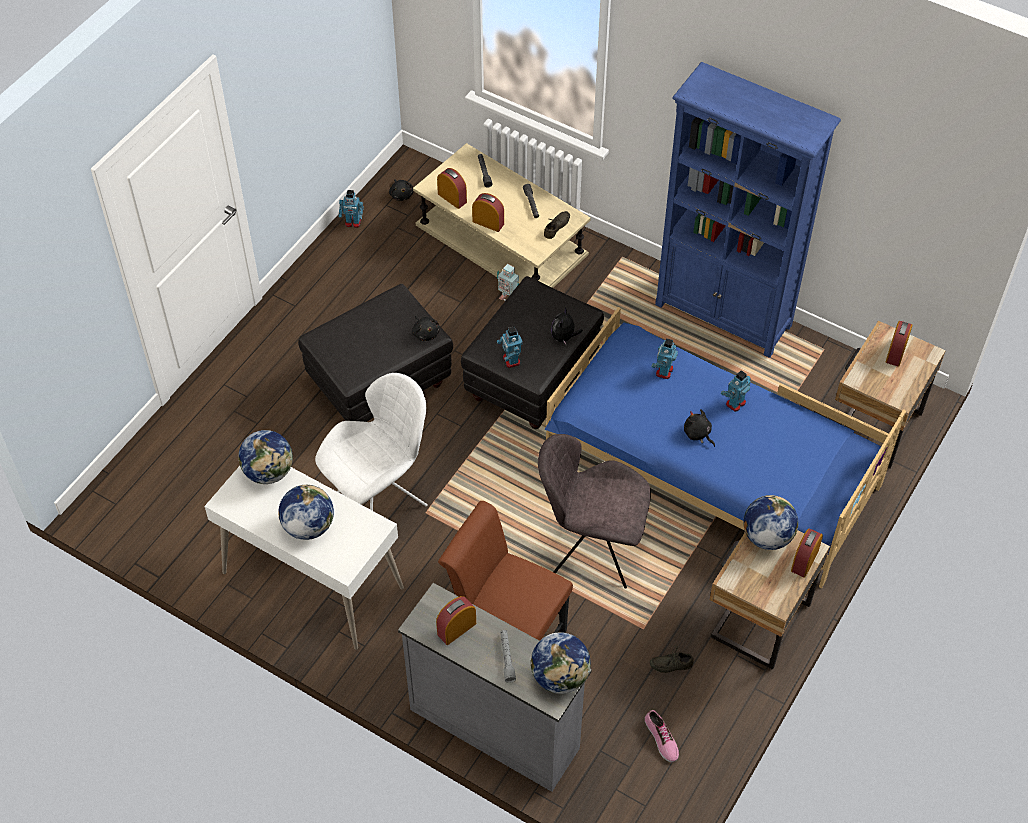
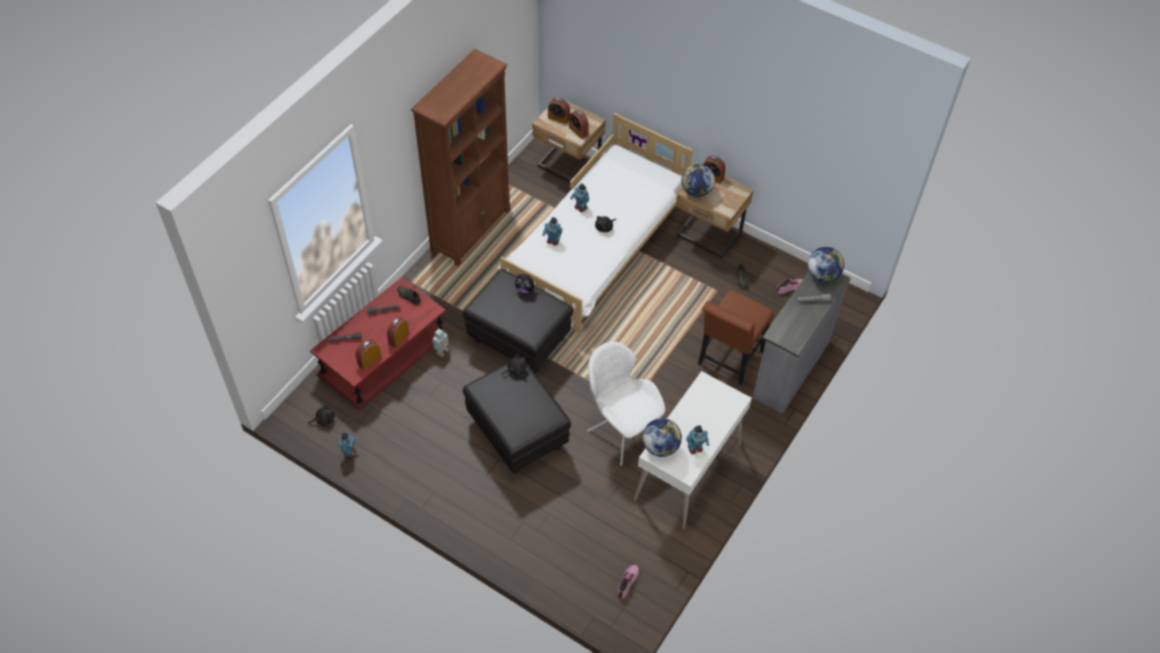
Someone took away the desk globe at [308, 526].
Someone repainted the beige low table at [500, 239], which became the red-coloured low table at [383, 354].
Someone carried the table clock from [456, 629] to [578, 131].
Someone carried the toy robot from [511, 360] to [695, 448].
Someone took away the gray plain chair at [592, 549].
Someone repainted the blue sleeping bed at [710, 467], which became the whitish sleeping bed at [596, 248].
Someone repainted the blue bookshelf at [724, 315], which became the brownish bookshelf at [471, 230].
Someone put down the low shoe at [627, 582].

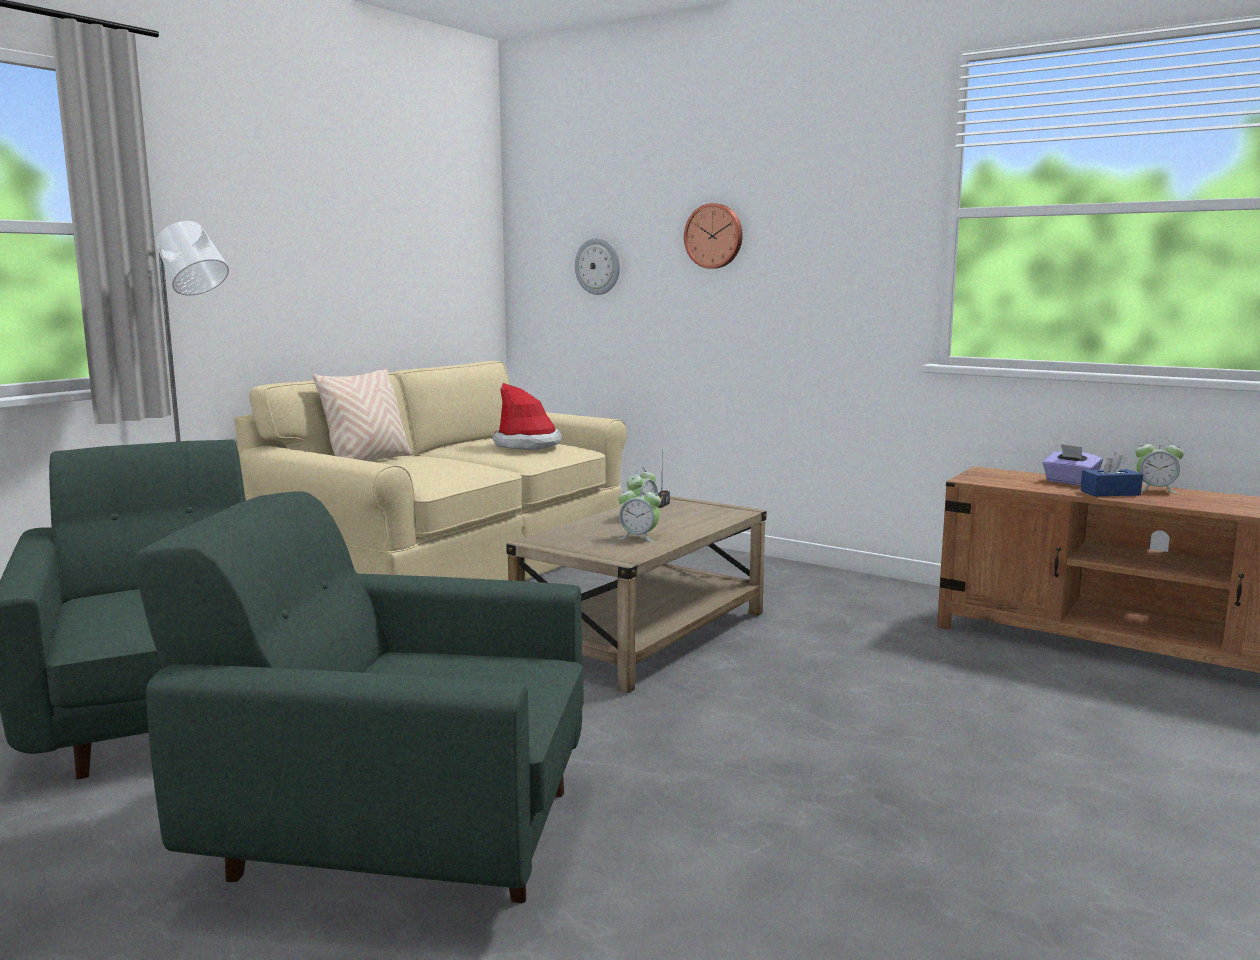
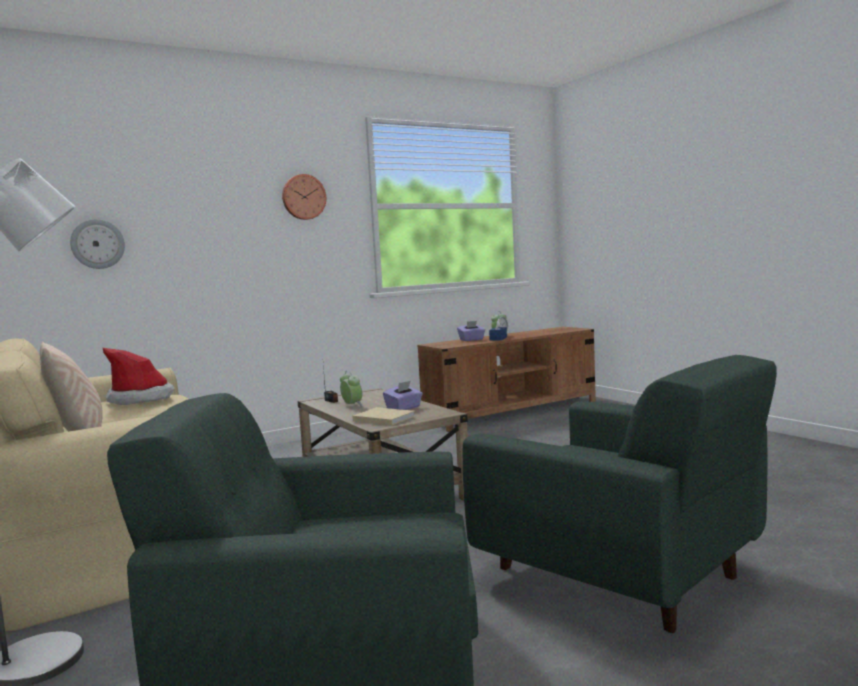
Someone rotated the green-coloured armchair at [395, 831] by 75 degrees counterclockwise.
Someone swapped the table clock at [639, 537] for the purplish box of tissues at [404, 408].
Someone carried the wall clock from [714, 236] to [303, 197].
Someone put down the beige book at [382, 418].

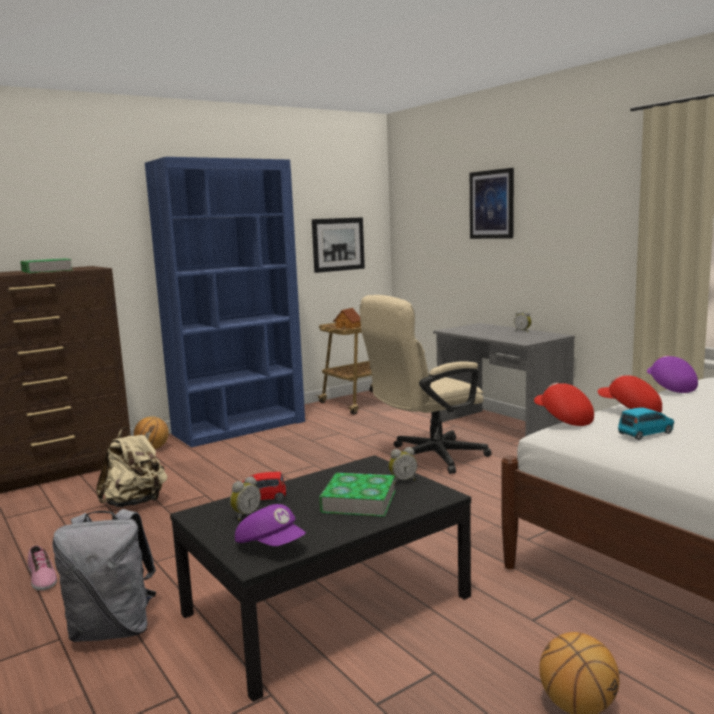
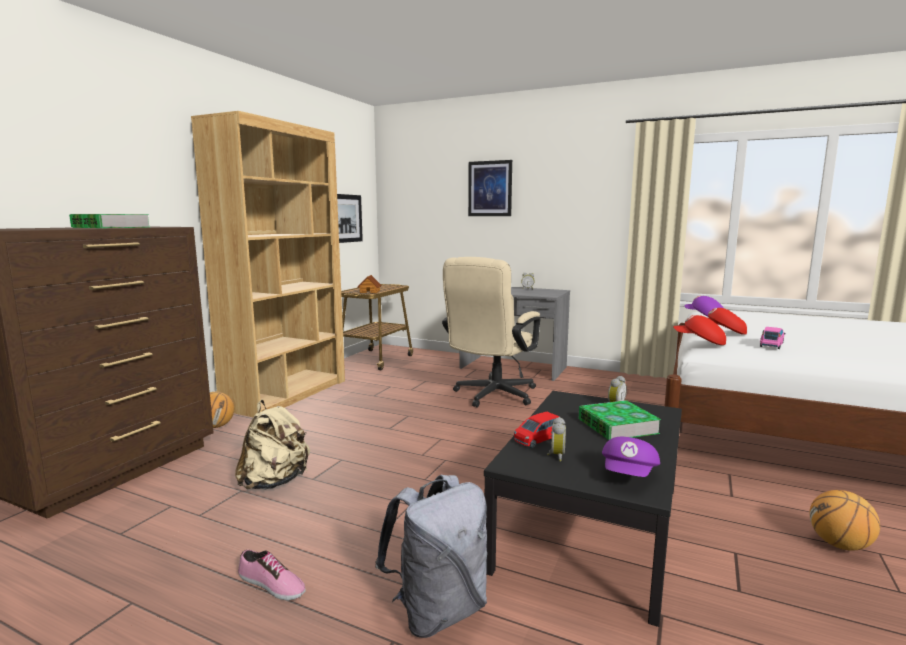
Someone repainted the blue bookshelf at [240, 427], which became the brownish bookshelf at [287, 394].
Someone rotated the purplish peaked cap at [271, 545] by 105 degrees clockwise.
Someone repainted the blue model car at [645, 433], which became the pinkish model car at [771, 345].

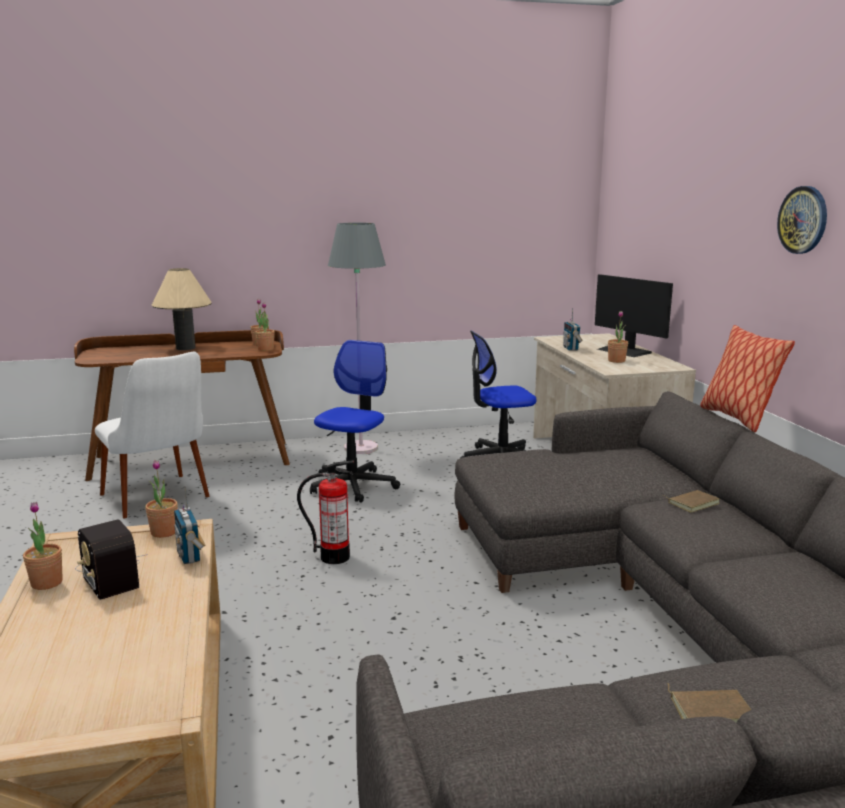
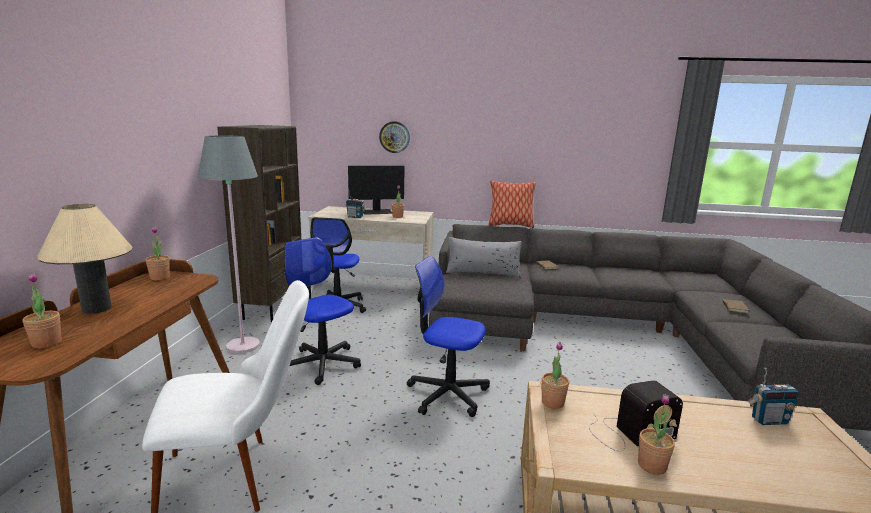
Someone carried the radio from [190, 556] to [768, 420].
Someone carried the potted plant from [266, 349] to [46, 343].
Someone swapped the fire extinguisher at [334, 557] for the office chair at [447, 394].
Someone carried the wall clock from [803, 220] to [394, 137].
Someone put down the brownish bookshelf at [271, 308].
Someone put down the gray cushion at [482, 272].

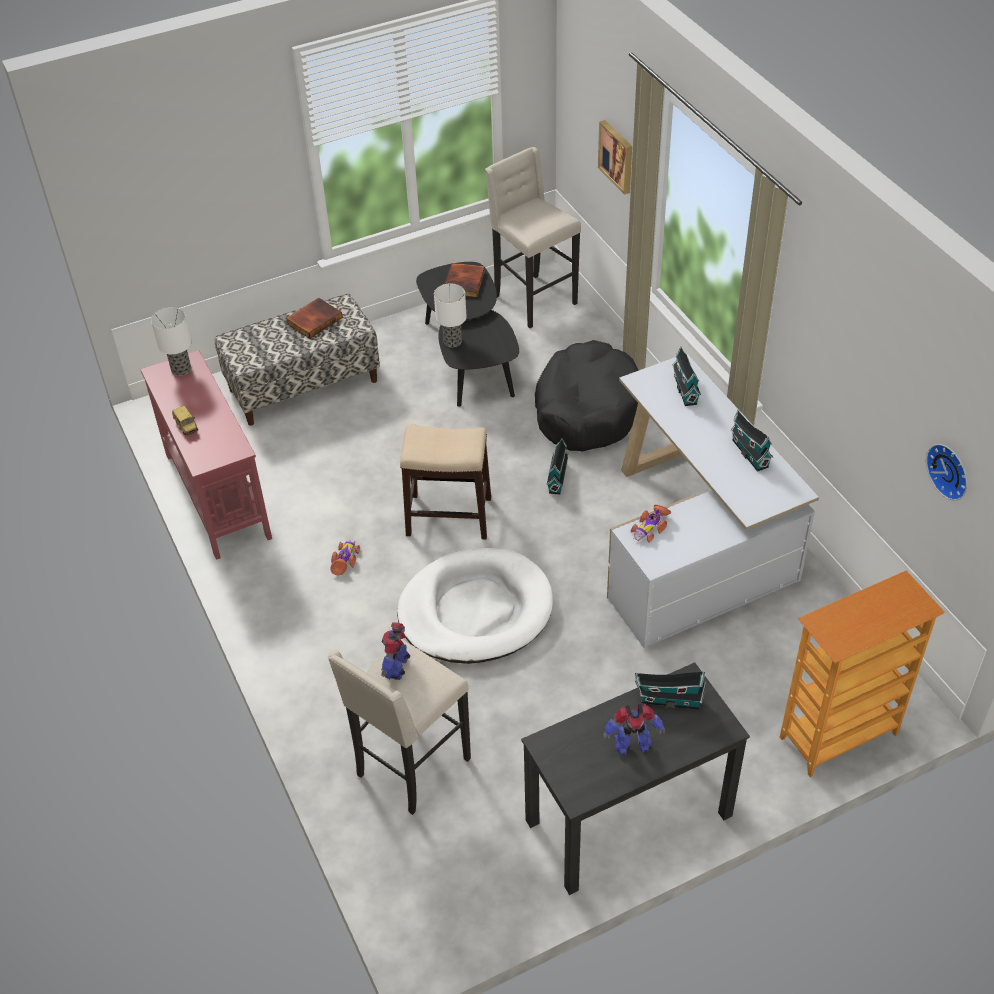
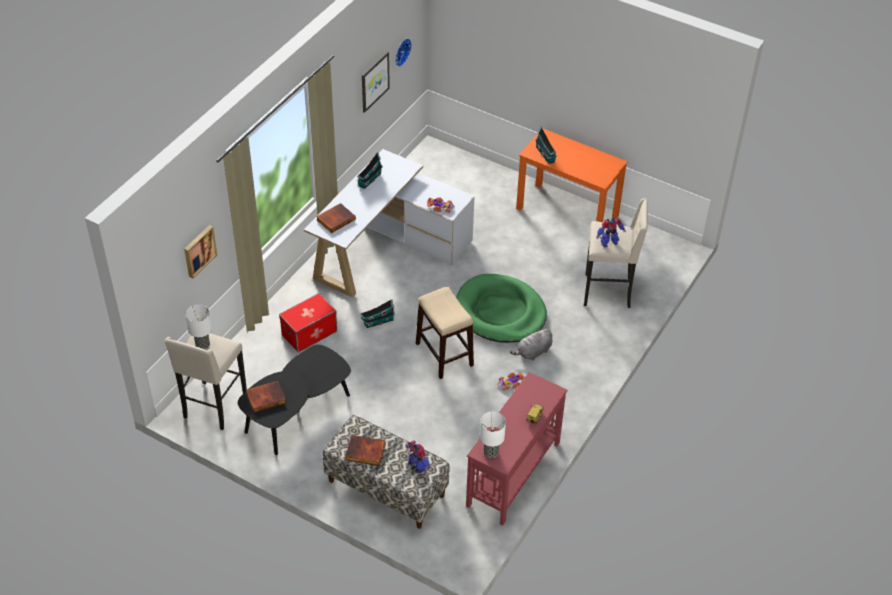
Someone repainted the whitish pet bed at [475, 611], which became the green-coloured pet bed at [500, 312].
Someone carried the tabletop lamp from [452, 342] to [203, 344].
Someone repainted the black desk table at [628, 818], which became the orange desk table at [567, 212].
Someone swapped the black pet bed at [587, 409] for the storage box at [309, 332].
Someone carried the toy robot from [631, 745] to [417, 467].
Someone swapped the miniature house at [685, 388] for the book at [335, 219].
Someone took away the bookshelf at [839, 737].
Someone put up the picture at [374, 81].
Someone put down the gray cuddly toy at [533, 352].

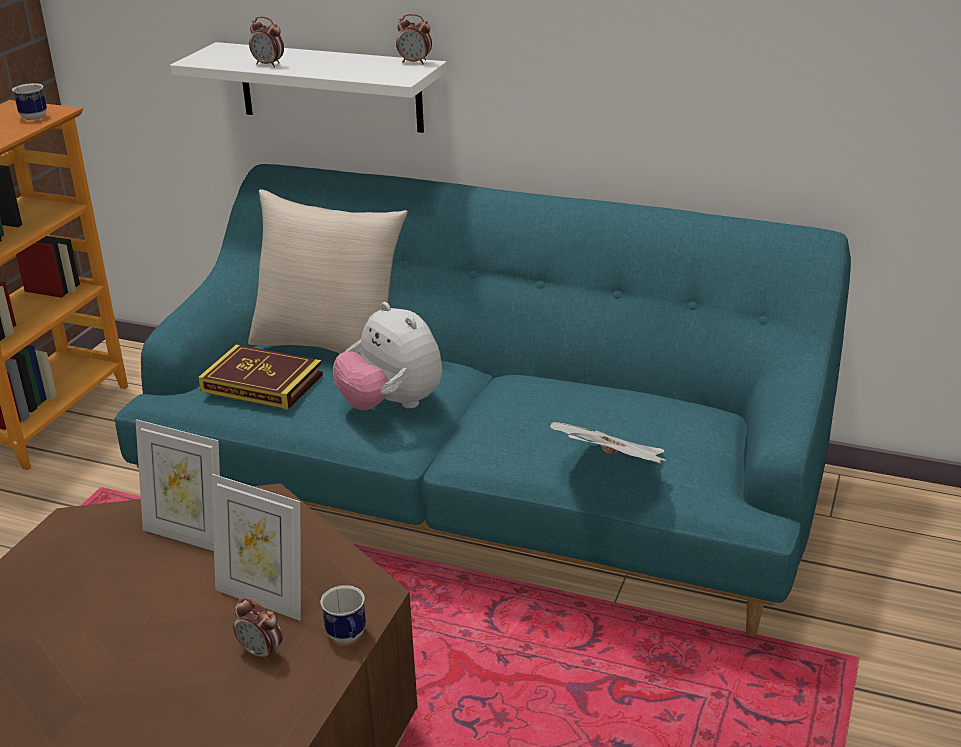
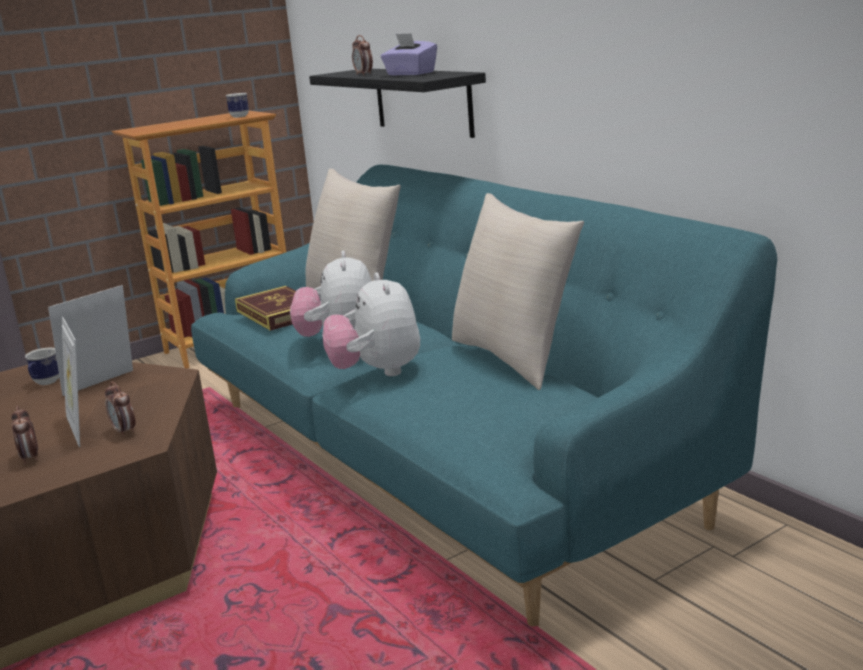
Someone rotated the standing frame at [188, 535] by 75 degrees clockwise.
Someone repainted the whitish bracket shelf at [330, 87], which became the black bracket shelf at [422, 101].
Someone carried the tea mug from [348, 638] to [45, 383].
Someone carried the table clock from [415, 62] to [124, 431].
Someone took away the newspaper at [612, 469].
Someone put down the cuddly toy at [377, 372].
Someone put down the purplish box of tissues at [410, 74].
Someone put down the beige cushion at [515, 357].

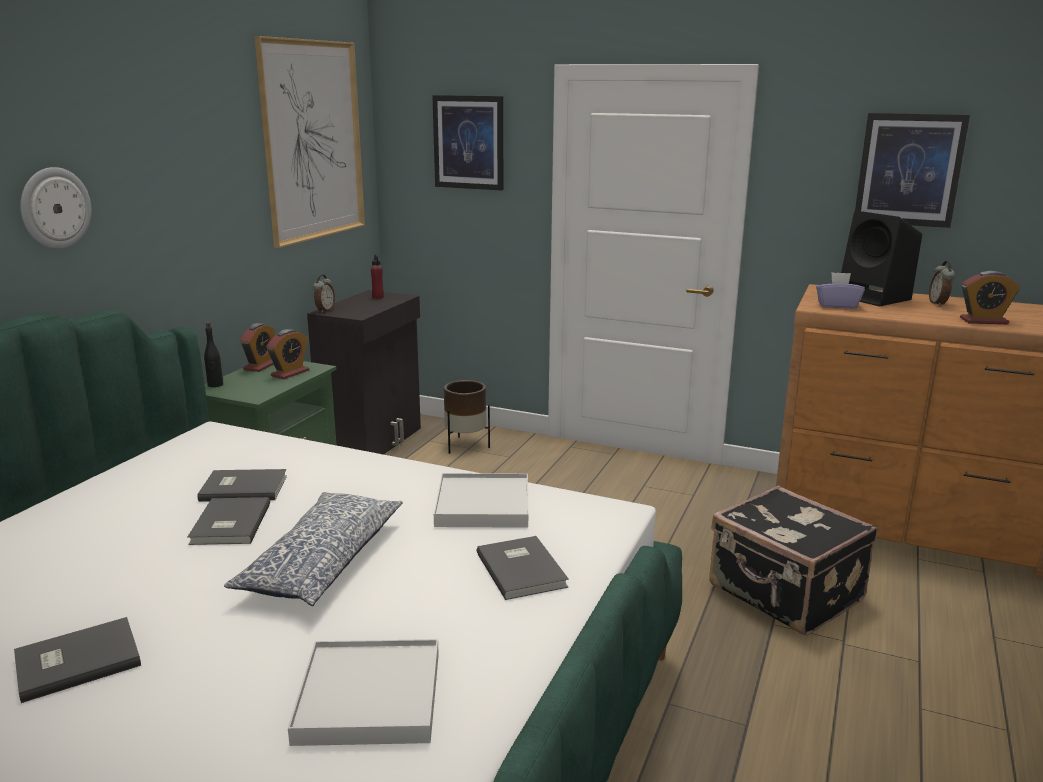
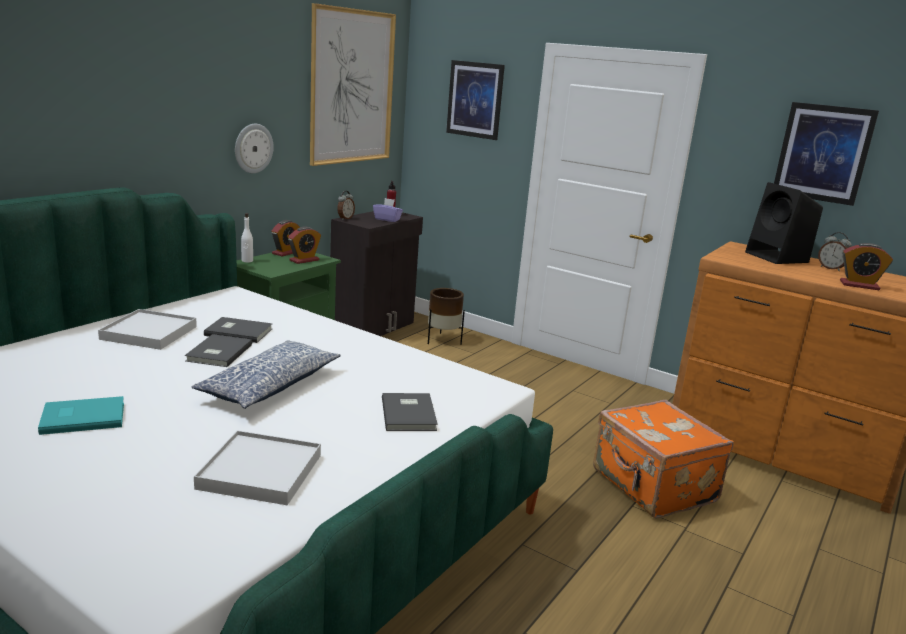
Someone repainted the gray book at [76, 661], which became the blue-green book at [82, 417].
Someone carried the wall clock from [55, 208] to [253, 148].
Someone repainted the black beverage bottle at [215, 385], which became the whitish beverage bottle at [247, 261].
Someone carried the whitish carrying tray from [483, 505] to [149, 333].
Someone repainted the black suitcase at [784, 594], which became the orange suitcase at [652, 486].
Someone carried the purplish box of tissues from [837, 305] to [387, 219].
Someone rotated the table clock at [938, 304] by 60 degrees counterclockwise.

